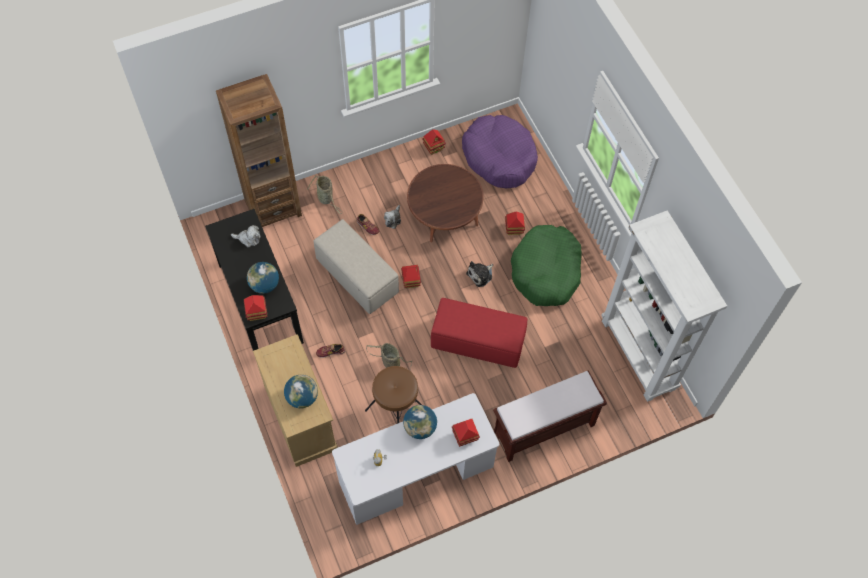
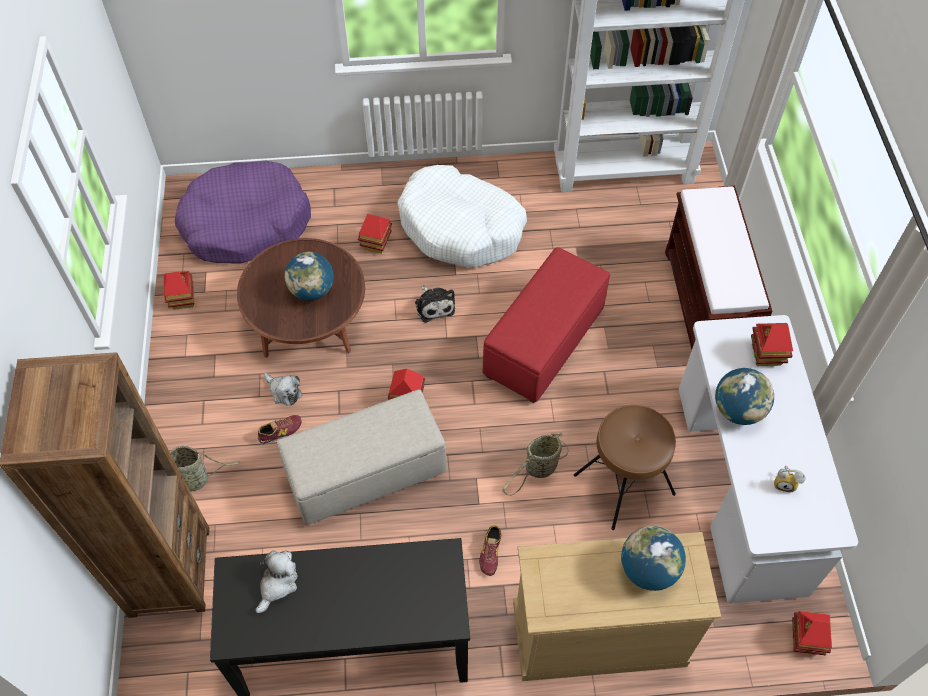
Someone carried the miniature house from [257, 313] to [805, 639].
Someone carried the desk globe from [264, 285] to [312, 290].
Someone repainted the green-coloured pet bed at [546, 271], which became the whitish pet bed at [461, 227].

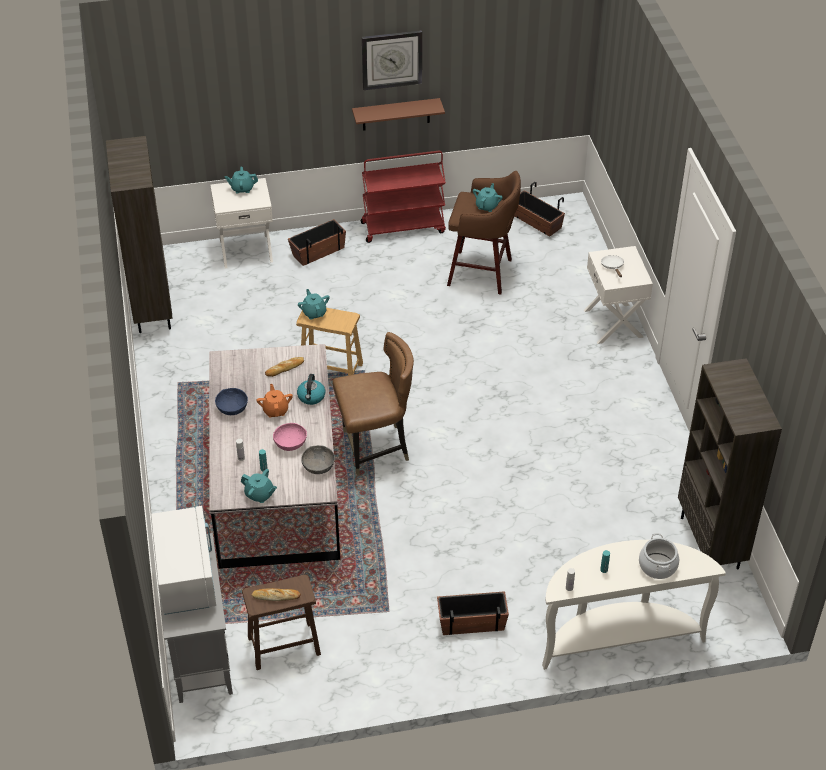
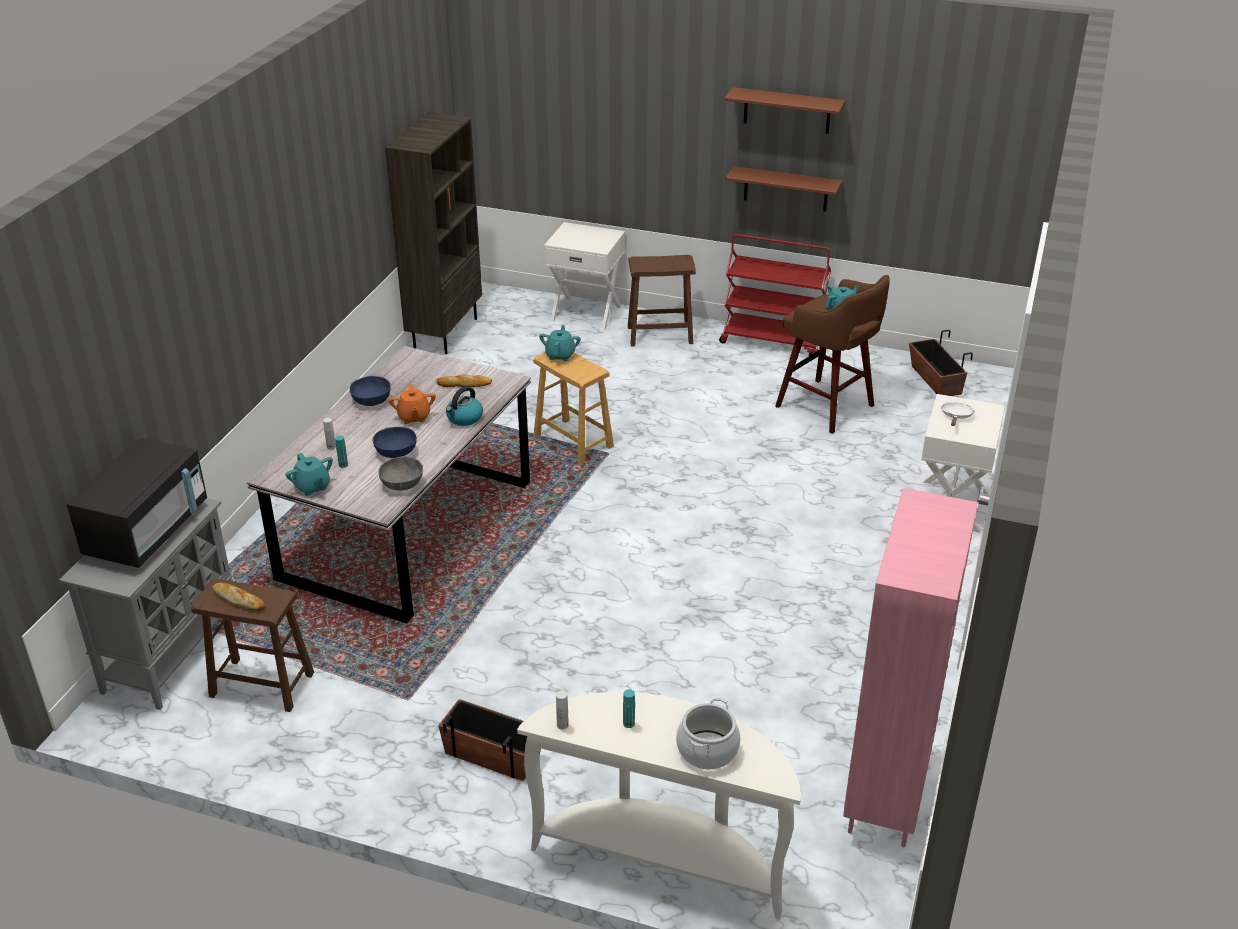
Someone repainted the whitish microwave oven at [186, 577], which became the black microwave oven at [148, 531].
Someone took away the blue-green teapot at [242, 188].
Someone rotated the orange teapot at [275, 410] by 150 degrees clockwise.
Someone repainted the pinkish serving bowl at [290, 444], which became the blue serving bowl at [396, 452].
Someone swapped the flower pot at [318, 251] for the brownish sitting stool at [660, 335].
Someone took away the brownish plain chair at [375, 448].
Someone swapped the wall clock at [391, 59] for the brownish bracket shelf at [787, 110].
Someone repainted the brownish bookshelf at [710, 543], which became the pinkish bookshelf at [888, 797].

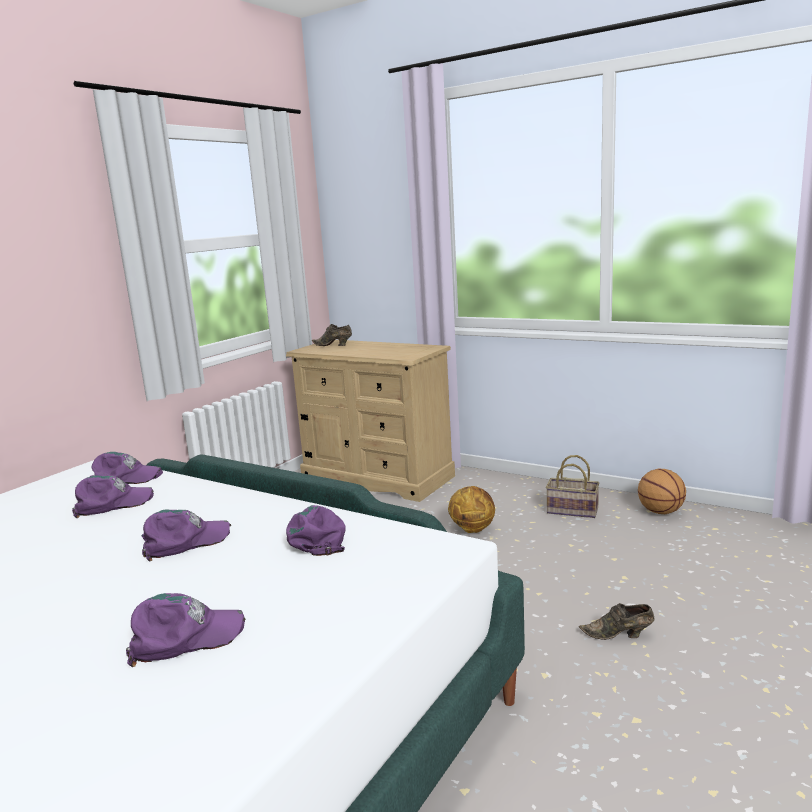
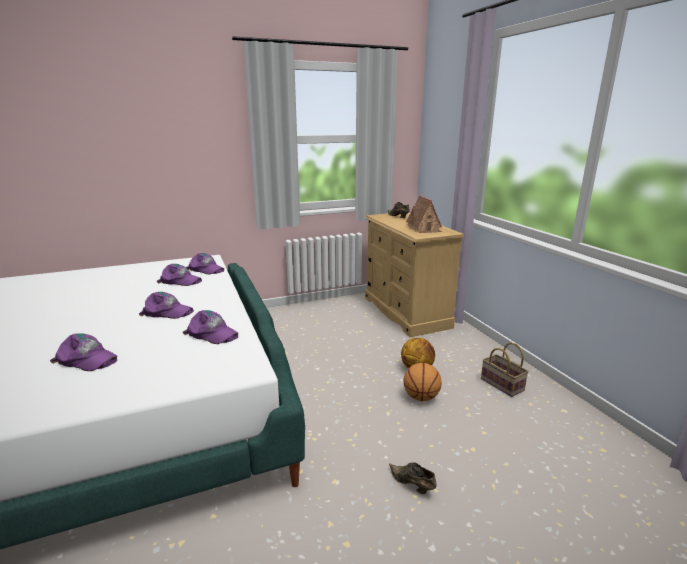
Someone rotated the purplish peaked cap at [317, 537] by 90 degrees clockwise.
Someone carried the ball for basketball from [661, 512] to [421, 397].
Someone put down the miniature house at [424, 228].

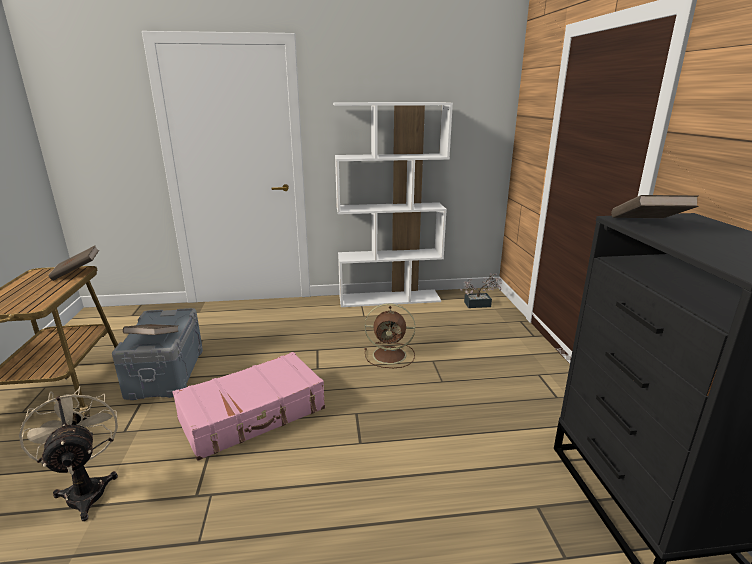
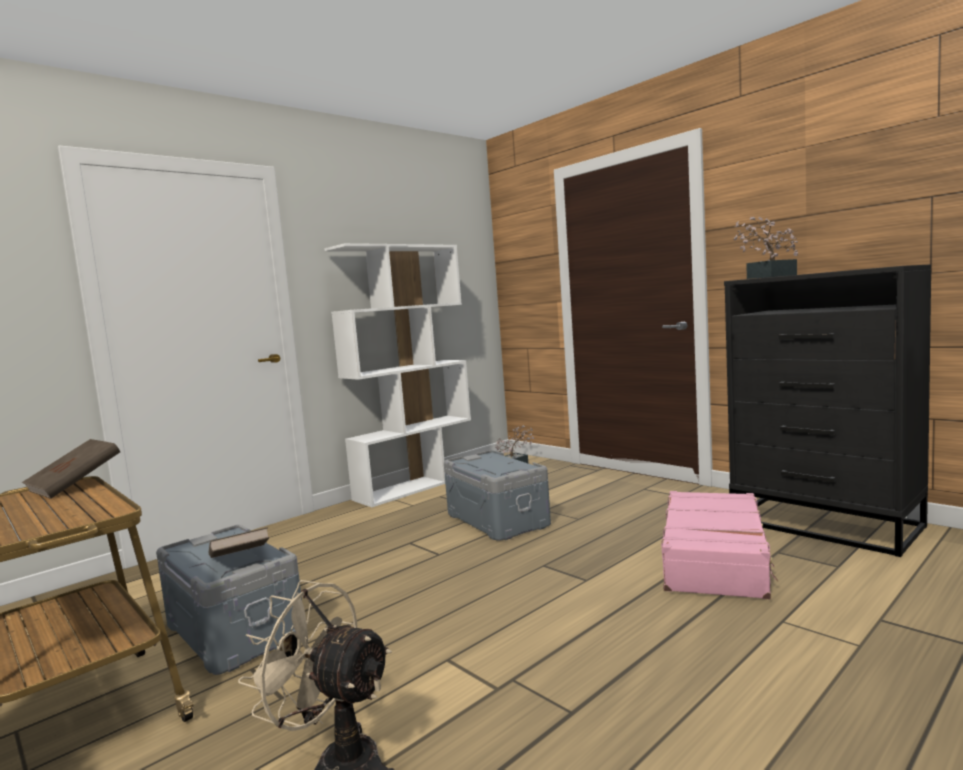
Someone carried the pinkish suitcase from [253, 415] to [715, 558].
Someone swapped the brownish fan at [391, 355] for the gray storage box at [498, 520].
Someone swapped the brownish book at [647, 225] for the potted plant at [767, 277].

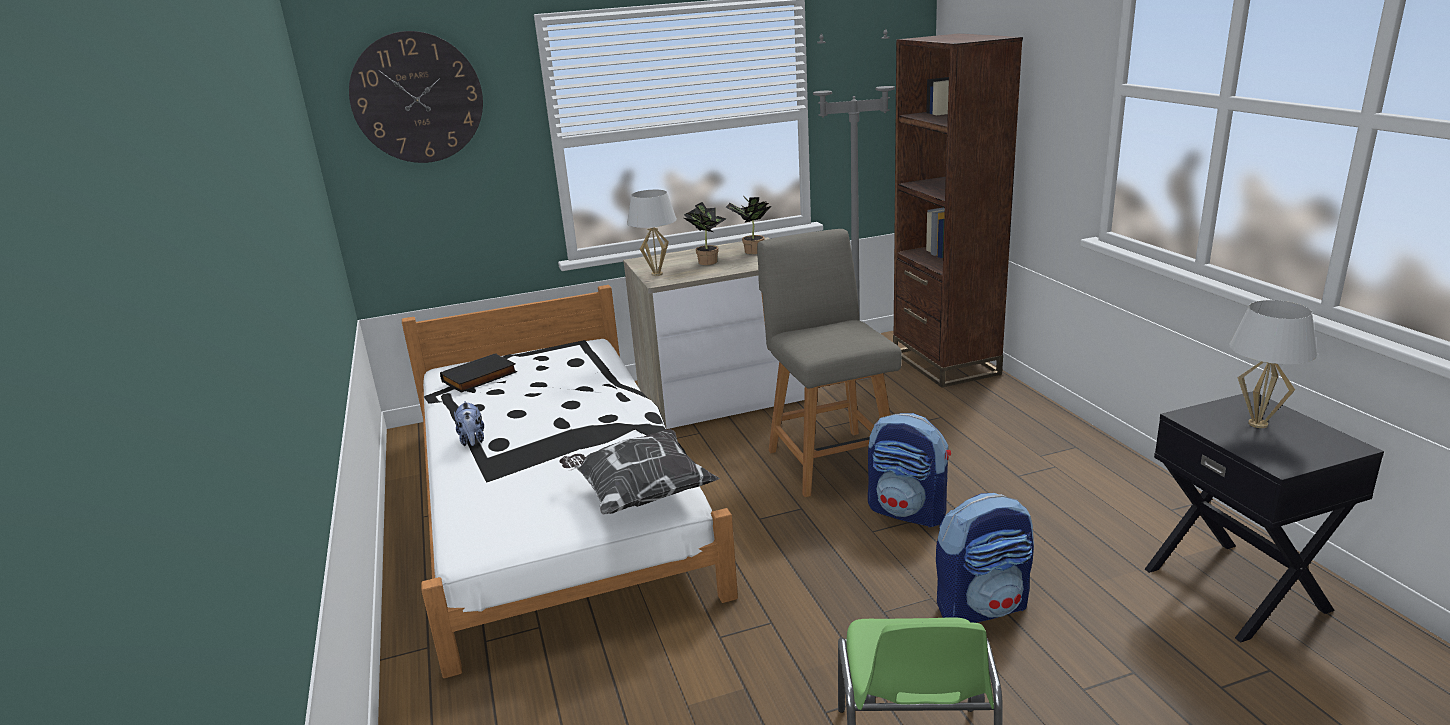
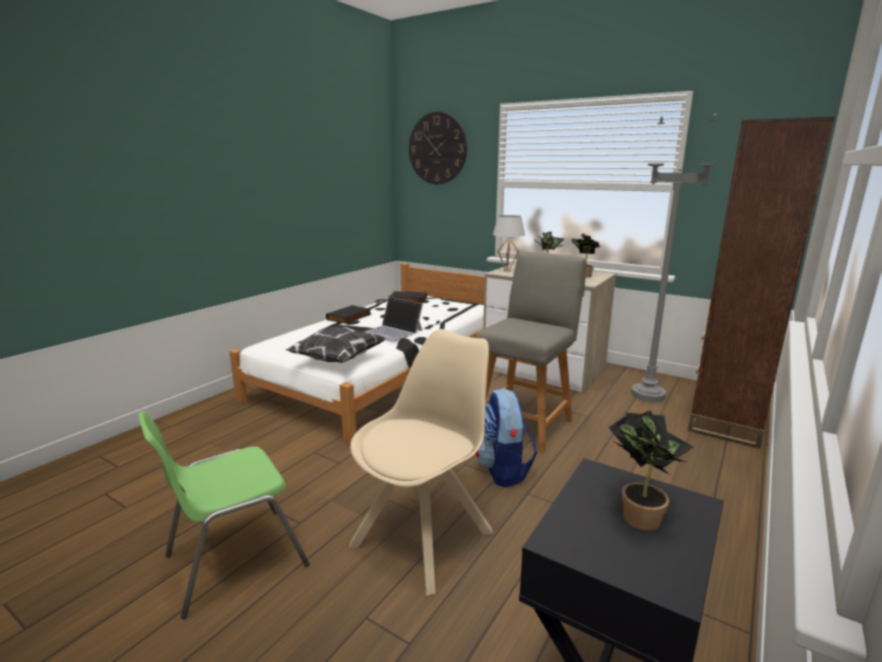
Someone swapped the cuddly toy at [472, 440] for the black book at [350, 317].
Someone swapped the backpack at [982, 606] for the beige plain chair at [425, 536].
Someone swapped the whitish tabletop lamp at [1258, 424] for the potted plant at [638, 514].
Someone put down the notebook computer at [392, 331].

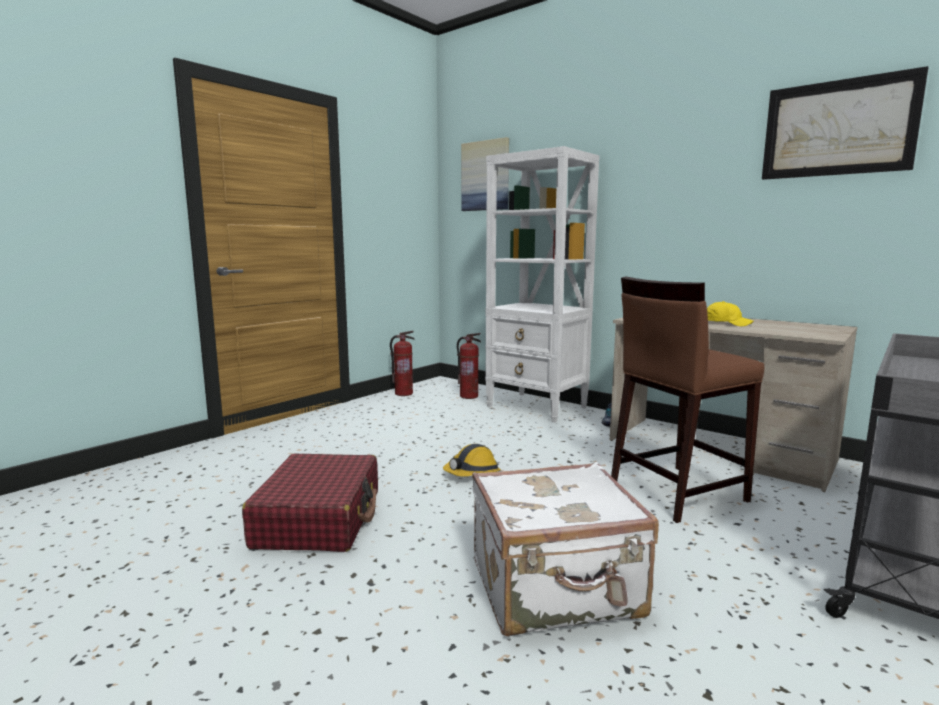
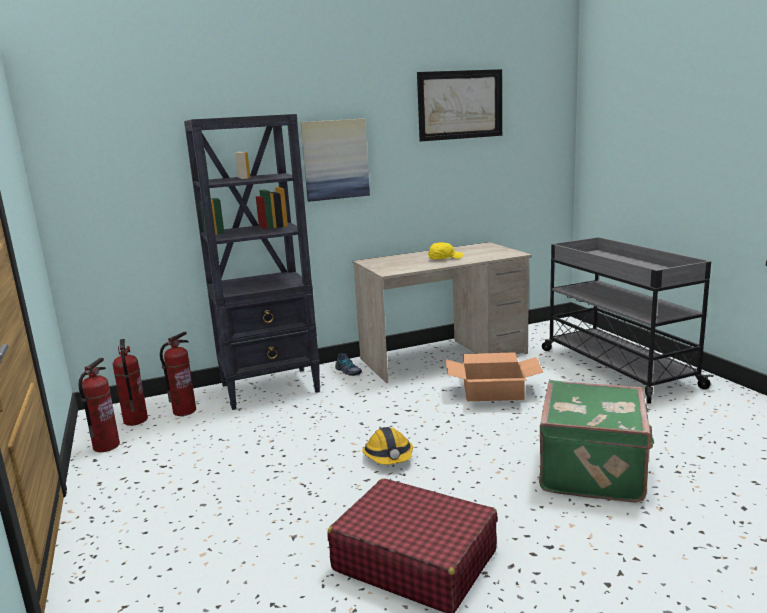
Someone carried the picture from [485, 176] to [335, 159].
Someone repainted the whitish suitcase at [556, 590], which became the green-coloured suitcase at [594, 470].
Someone repainted the whitish bookshelf at [537, 407], which became the black bookshelf at [271, 388].
Someone swapped the brownish sitting stool at [675, 492] for the cardboard box at [492, 391].
Someone put down the fire extinguisher at [135, 420].

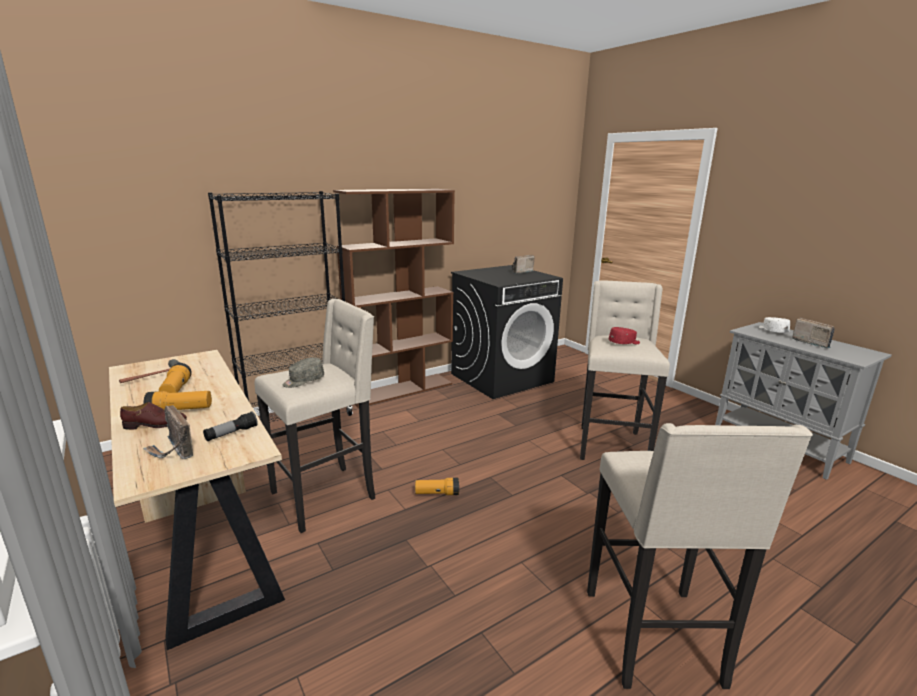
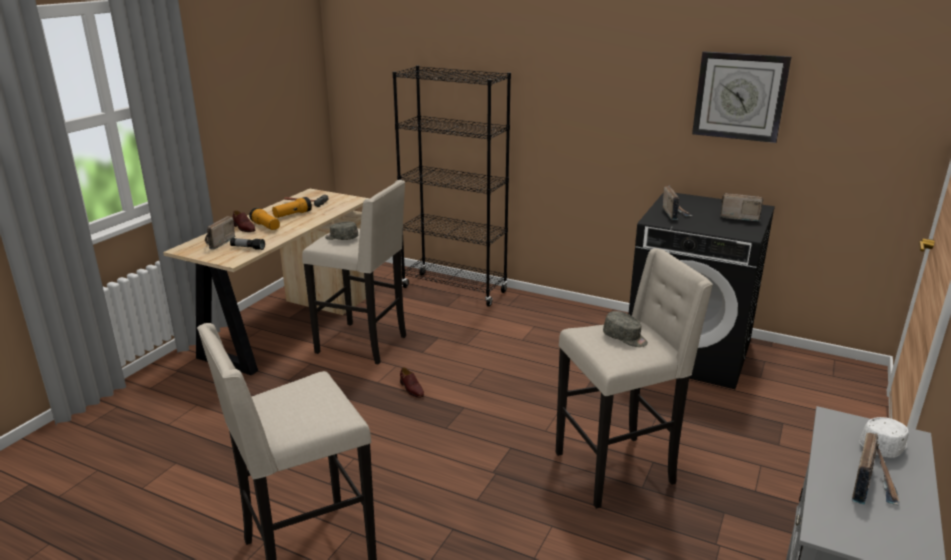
Someone took away the brownish bookshelf at [401, 390].
Someone swapped the torch at [437, 493] for the brownish low shoe at [411, 389].
Someone repainted the red-coloured peaked cap at [624, 343], which became the gray peaked cap at [625, 338].
Someone put down the radio at [674, 214].
Someone put up the wall clock at [740, 96].

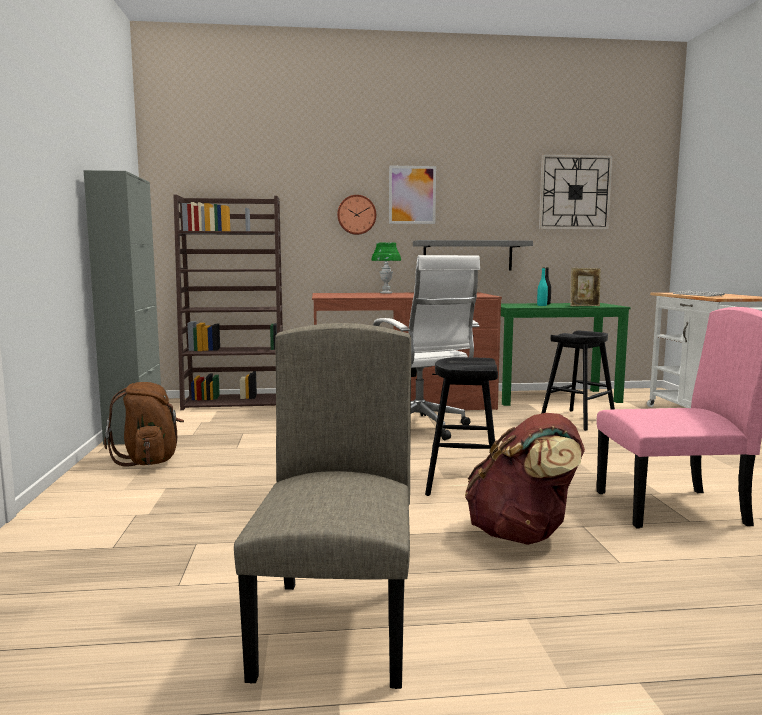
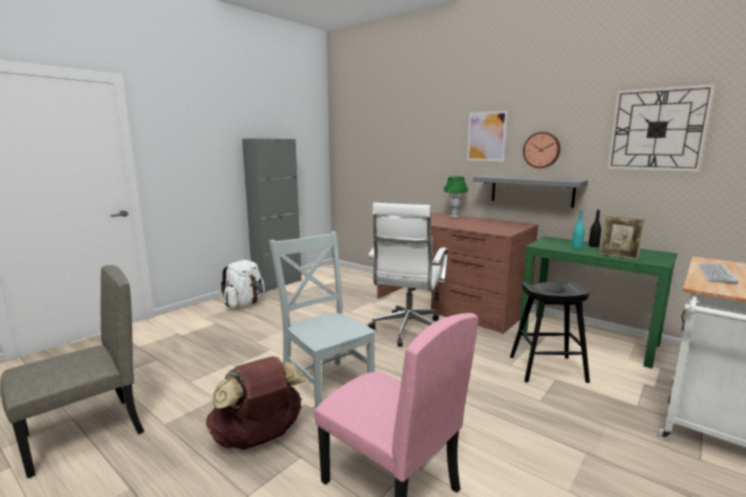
Someone repainted the brownish backpack at [149, 461], which became the whitish backpack at [245, 304].
Someone took away the brownish bookshelf at [236, 402].
Someone carried the wall clock from [356, 215] to [542, 150].
Someone swapped the black sitting stool at [463, 482] for the gray plain chair at [326, 383].

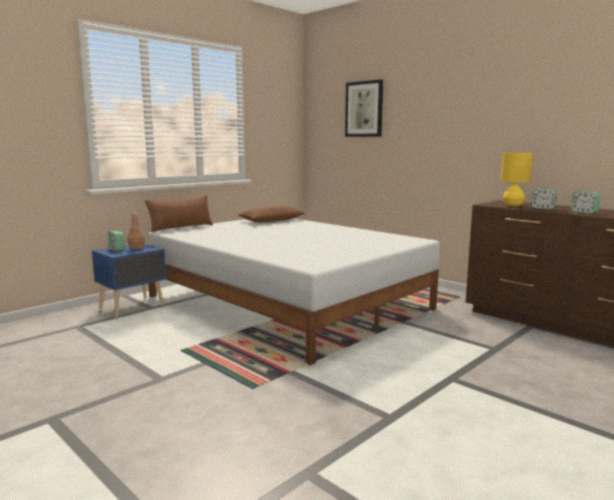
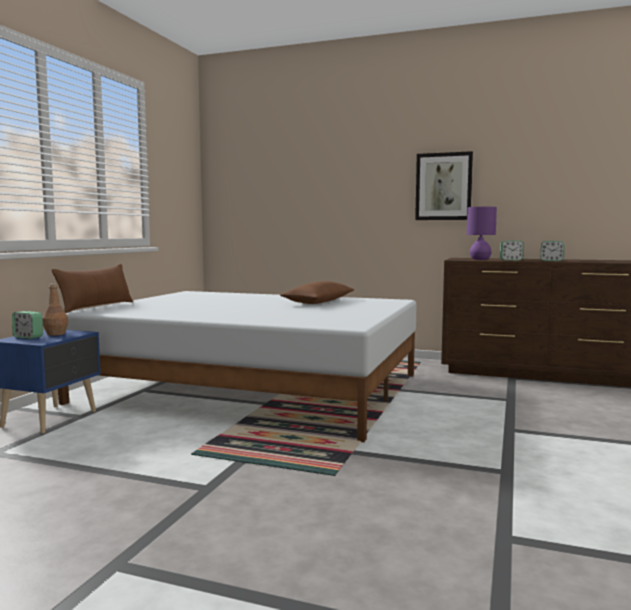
Someone carried the brownish cushion from [272, 221] to [318, 302].
Someone carried the picture from [364, 109] to [443, 186].
Someone repainted the yellow tabletop lamp at [512, 205], which became the purplish tabletop lamp at [479, 259].

